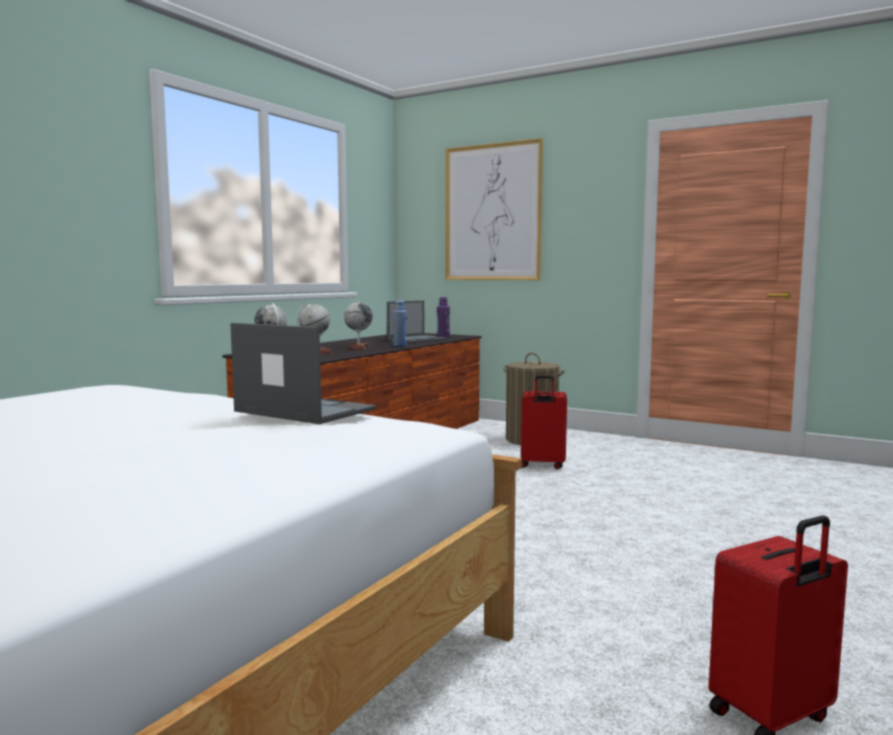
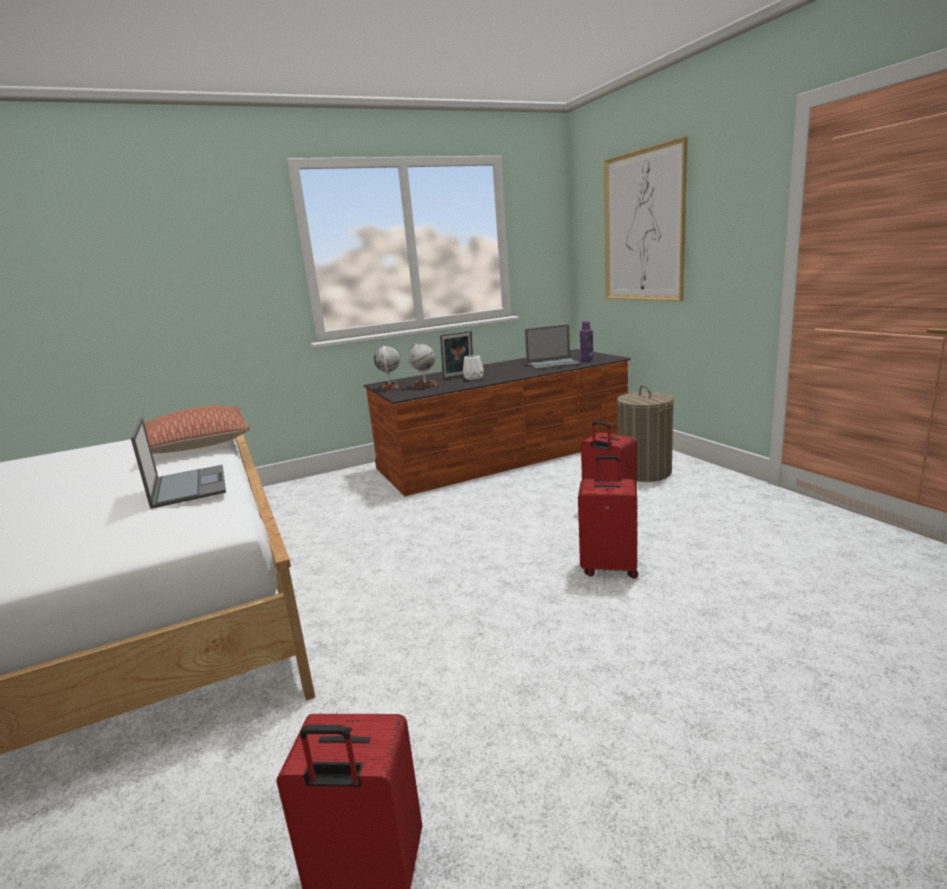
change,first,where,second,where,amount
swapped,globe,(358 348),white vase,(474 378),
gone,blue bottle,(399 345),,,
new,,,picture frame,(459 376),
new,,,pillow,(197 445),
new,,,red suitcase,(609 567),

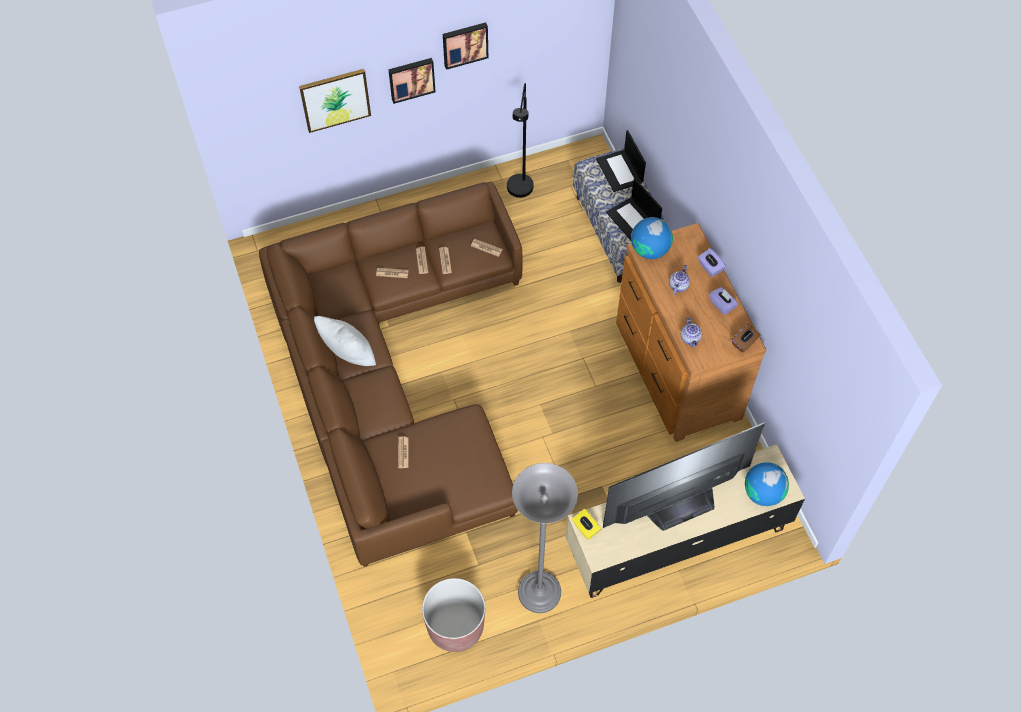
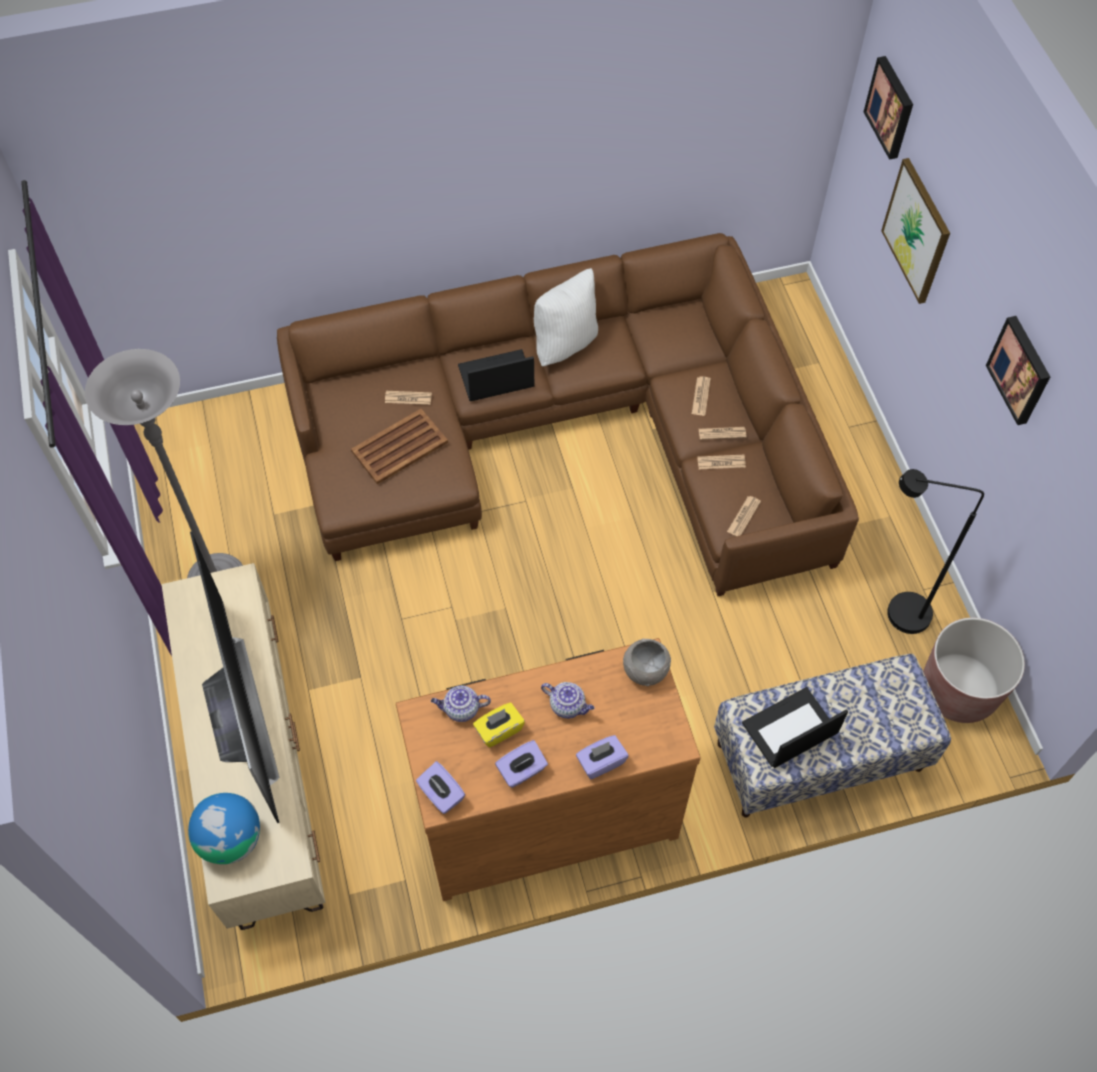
change,first,where,second,where,amount
shifted,picture,(411 79),,(891 107),
shifted,laptop,(620 171),,(495 377),
swapped,globe,(650 249),grey bowl,(645 671),
repainted,brown tissue box,(744 343),purple tissue box,(441 794),
shifted,yellow tissue box,(585 528),,(499 730),
shifted,brown planter,(455 626),,(958 690),
new,,,brown tray,(400 446),

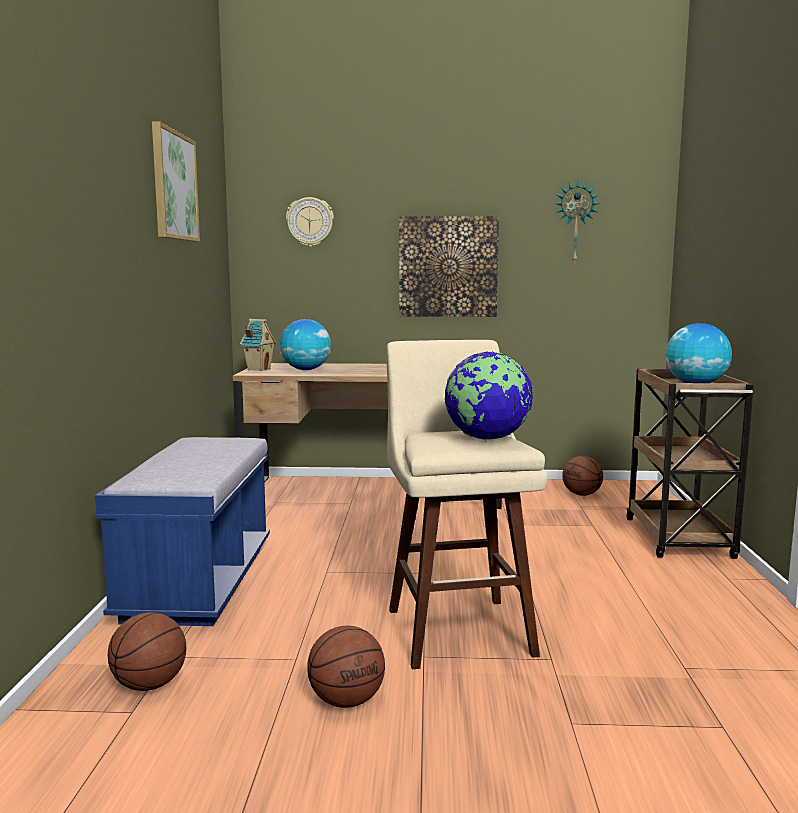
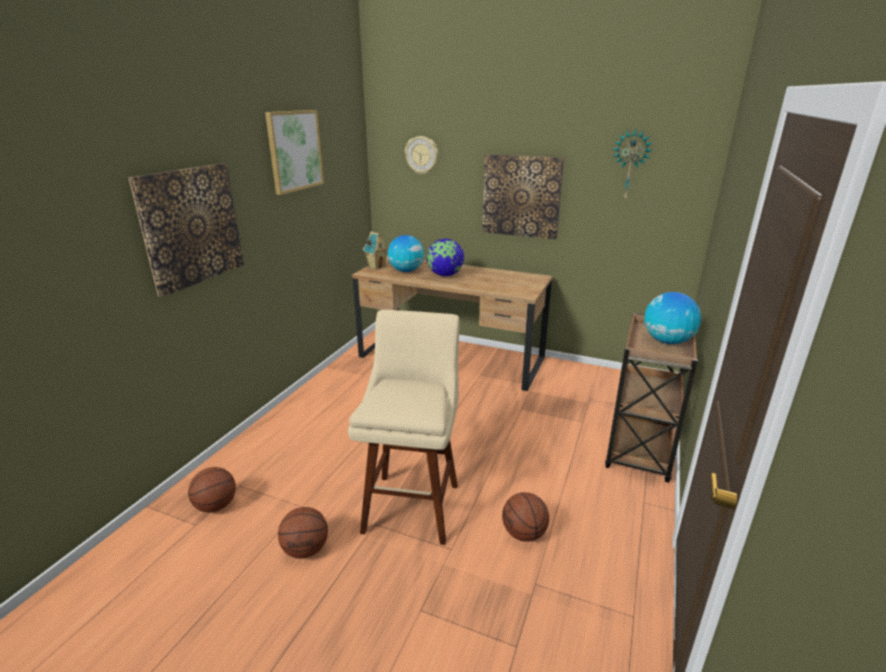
change,first,where,second,where,amount
shifted,globe,(487 438),,(445 275),
gone,blue bench,(198 583),,,
shifted,basketball,(582 494),,(524 534),
new,,,picture,(191 226),

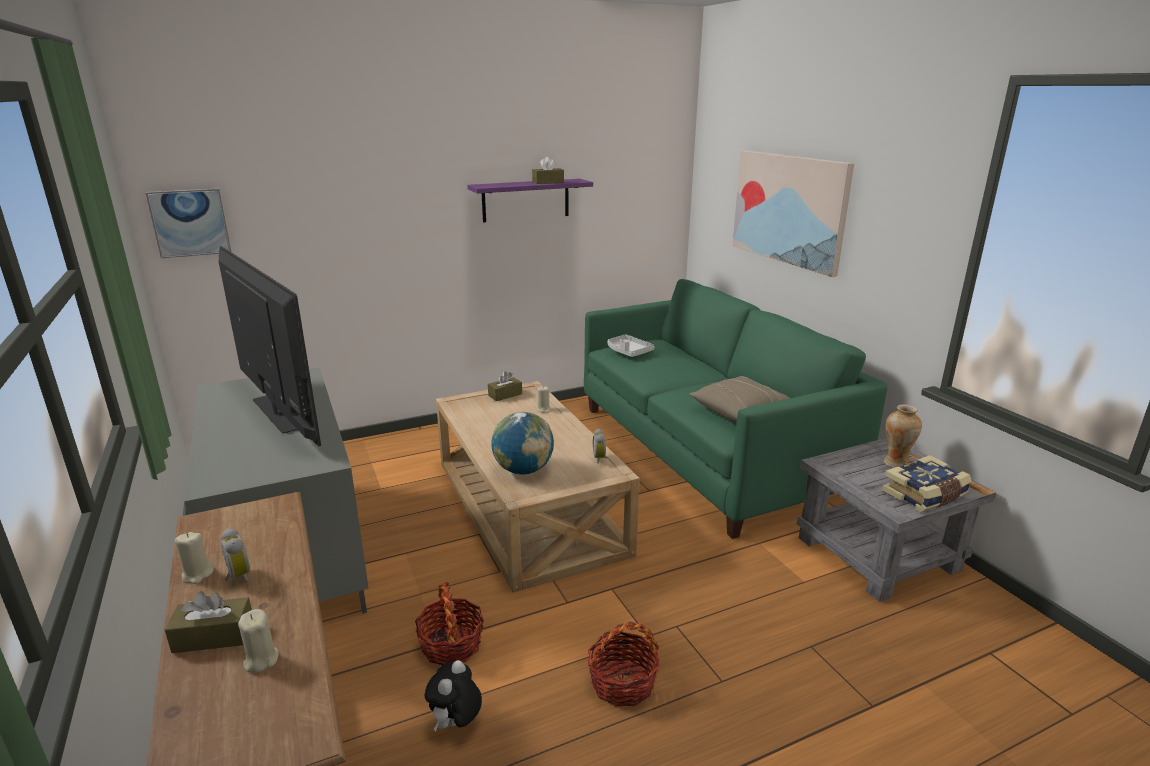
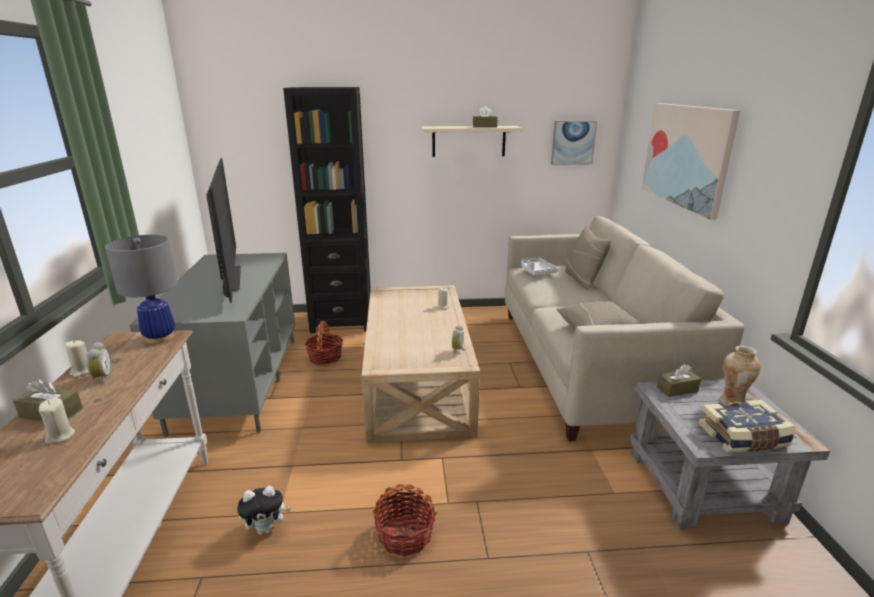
change,first,where,second,where,amount
repainted,purple shelf,(526 200),beige shelf,(468 141),
shifted,picture,(190 223),,(573 142),
repainted,green sofa,(706 450),beige sofa,(588 364),
shifted,brown tissue box,(505 395),,(677 389),
gone,globe,(523 470),,,
shifted,basket,(451 645),,(325 357),
rotated,plush toy,(456 724),,(267 529),150 degrees counterclockwise
new,,,black bookcase,(342 321),
new,,,beige pillow,(583 280),
new,,,grey table lamp,(160 337),

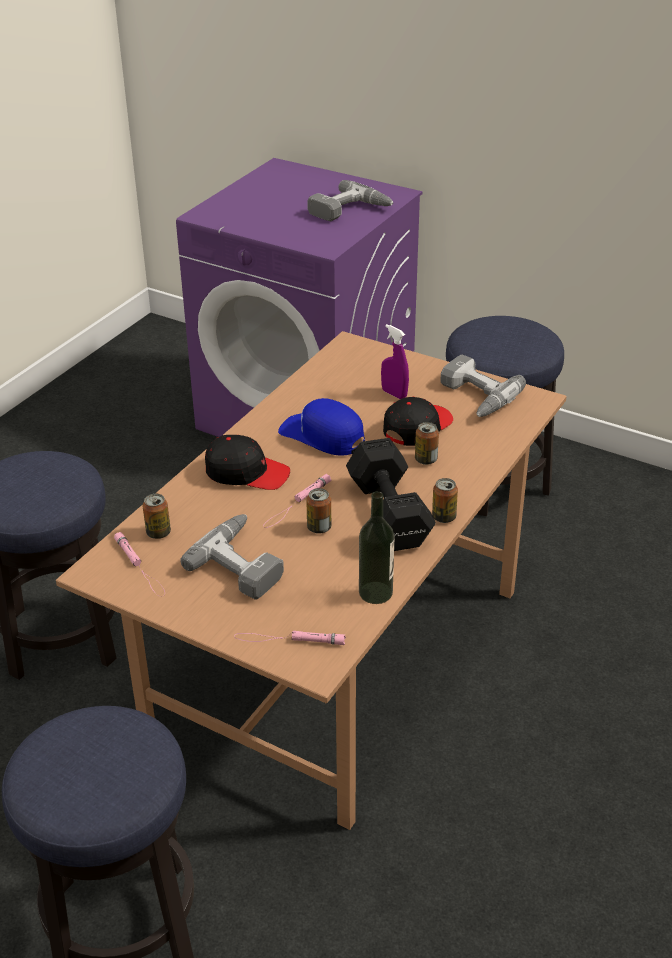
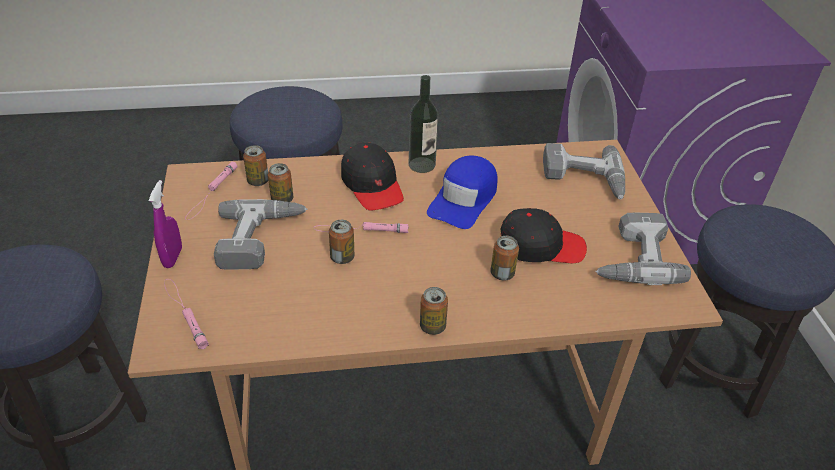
change,first,where,second,where,amount
shifted,power drill,(350 211),,(583 180),
shifted,purple spray bottle,(394 394),,(173 257),
rotated,blue cap,(323 436),,(464 199),150 degrees counterclockwise
gone,black dumbbell,(388 516),,,
shifted,bottle,(375 592),,(422 165),
new,,,can,(282 199),

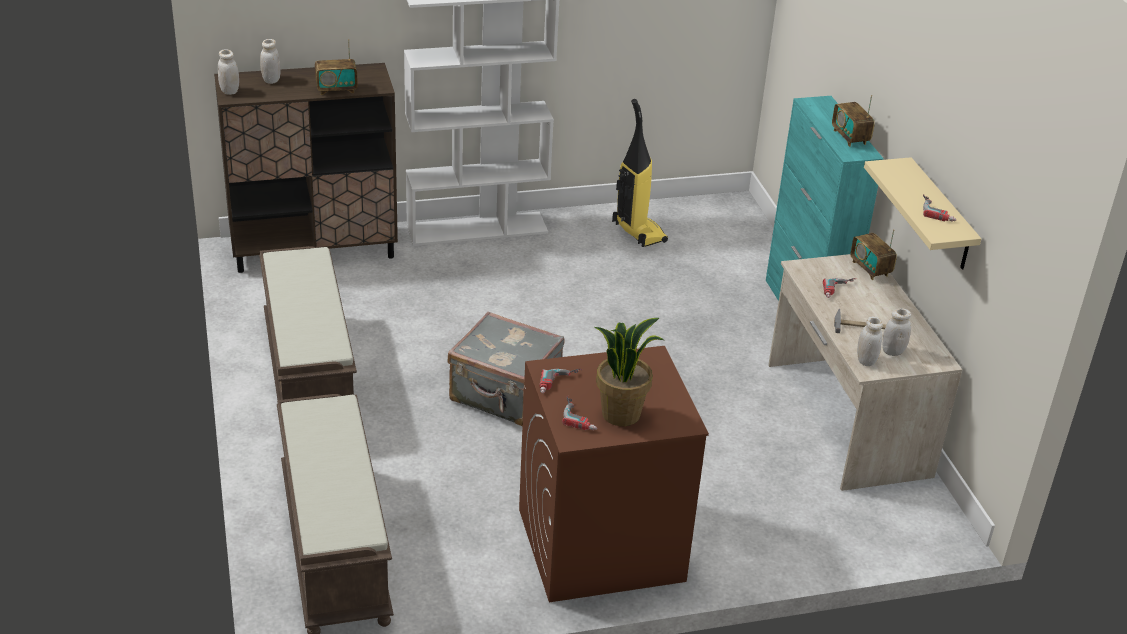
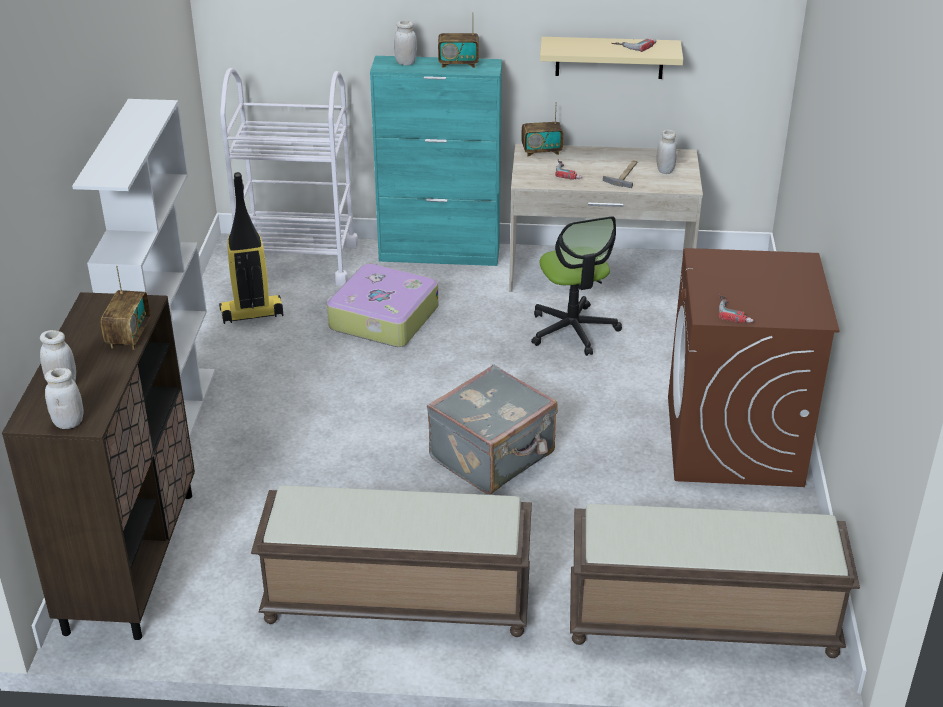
change,first,where,second,where,amount
shifted,white jar,(866 361),,(405 63),
gone,potted plant,(621 413),,,
gone,power drill,(581 416),,,
new,,,white cart,(298 261),
new,,,office chair,(573 330),
new,,,suitcase,(382 318),

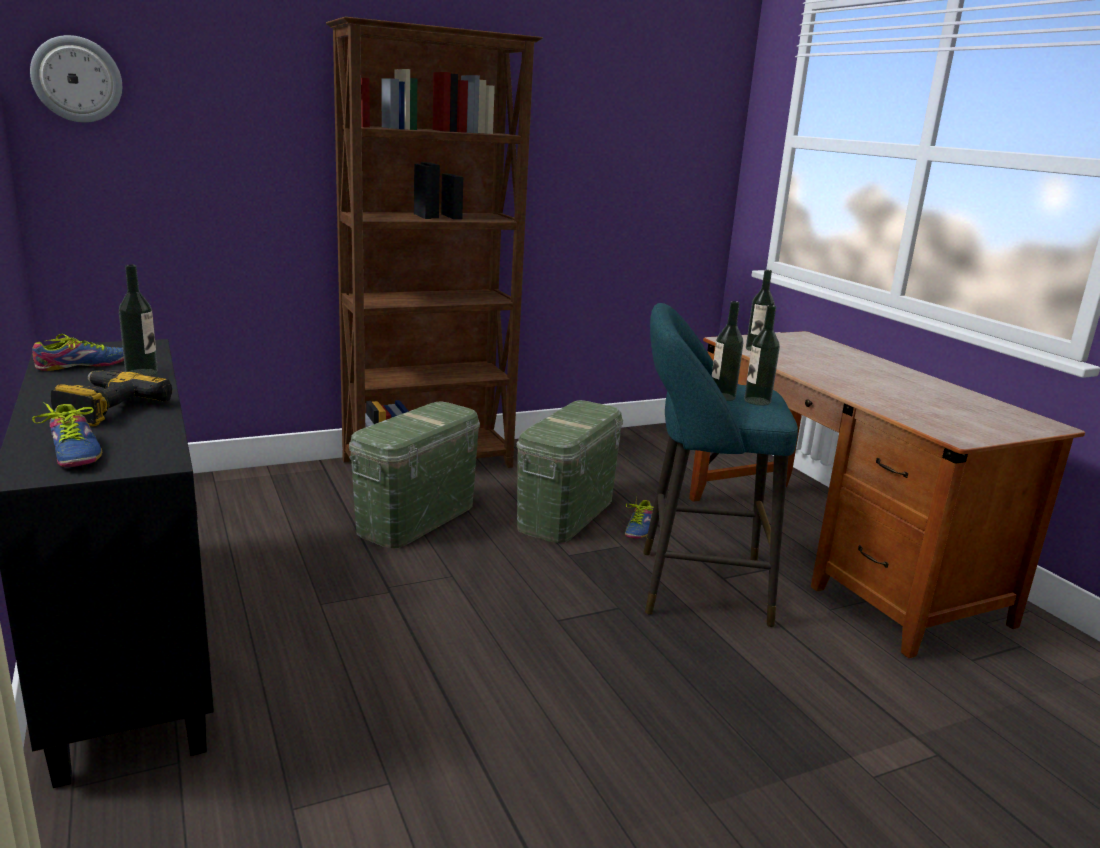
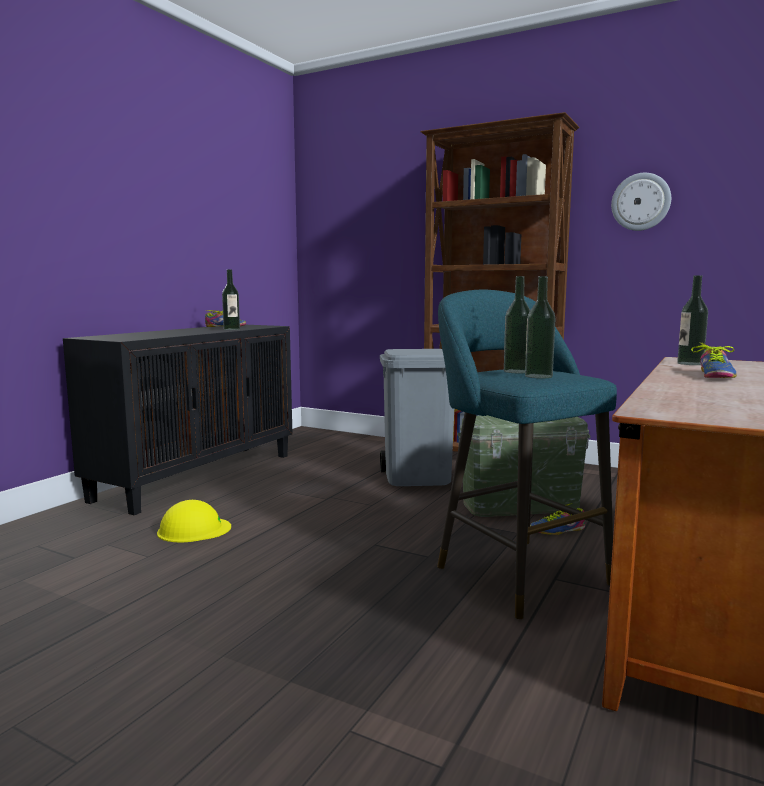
change,first,where,second,where,amount
shifted,wall clock,(77 79),,(641 202),
gone,power drill,(105 408),,,
shifted,shoe,(70 453),,(712 375),
swapped,green storage box,(416 518),grey trash can,(418 478),
new,,,yellow hard hat,(193 530),

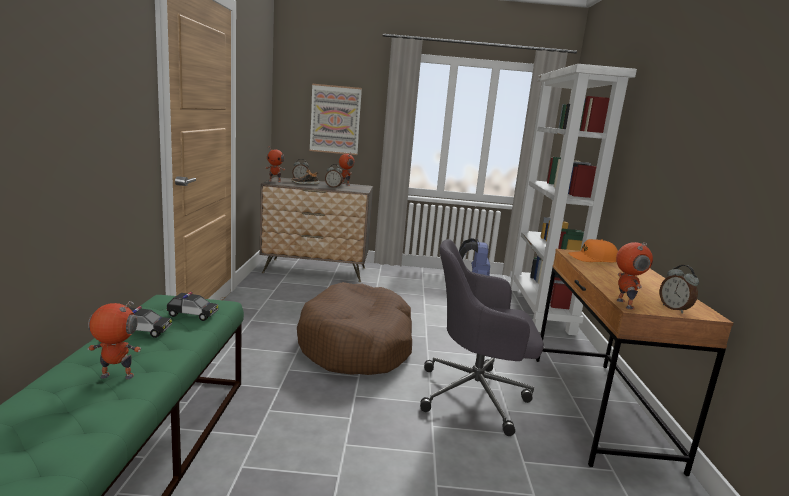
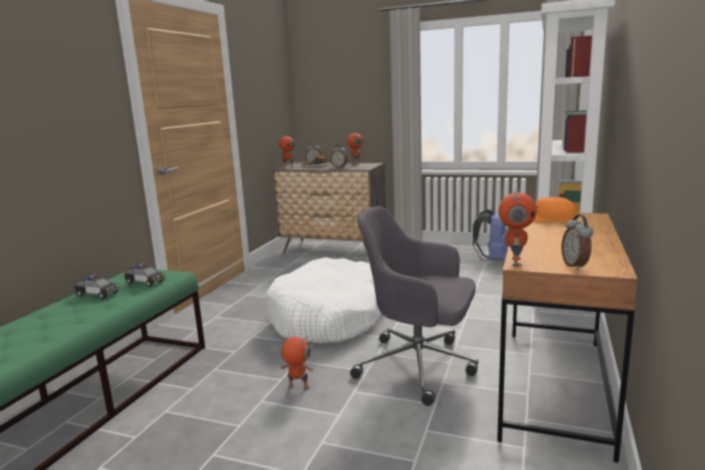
change,first,where,second,where,amount
gone,picture,(335 119),,,
repainted,brown dog bed,(357 345),white dog bed,(329 317),
shifted,toy robot,(116 377),,(298 388),

